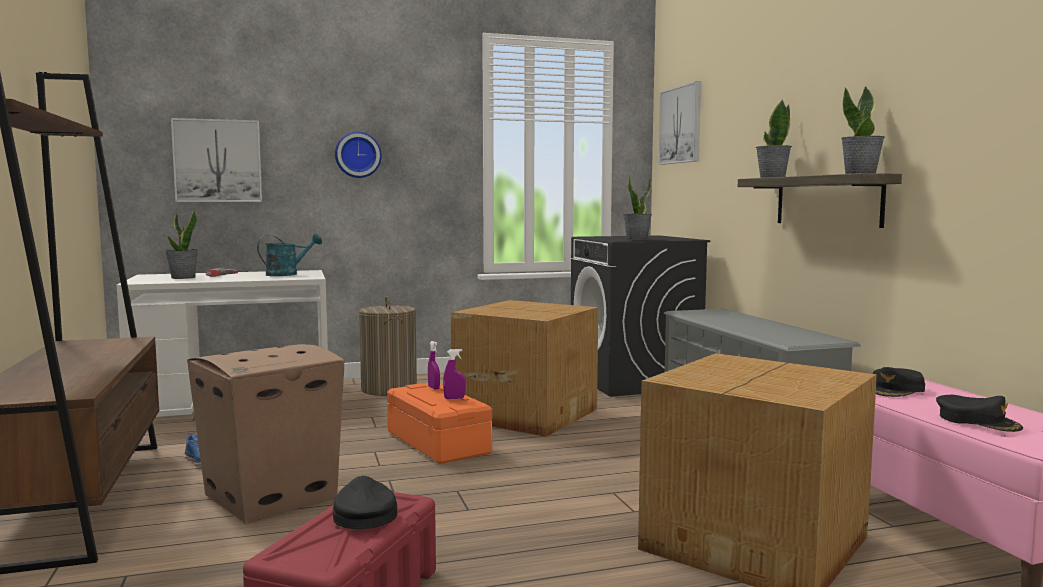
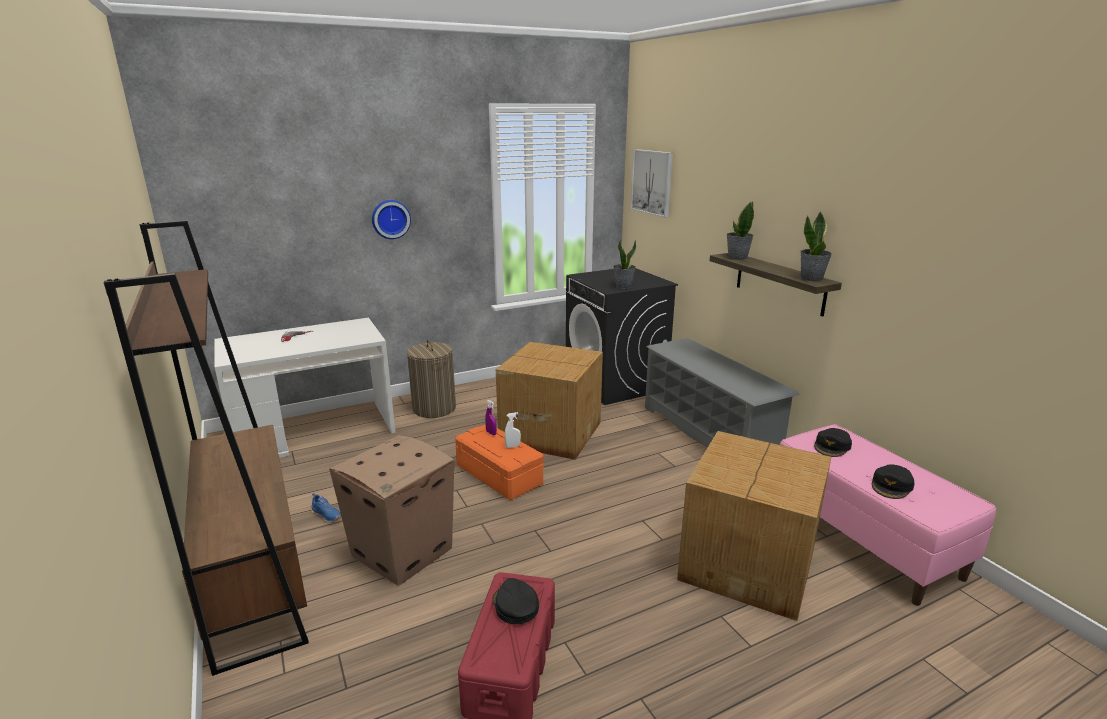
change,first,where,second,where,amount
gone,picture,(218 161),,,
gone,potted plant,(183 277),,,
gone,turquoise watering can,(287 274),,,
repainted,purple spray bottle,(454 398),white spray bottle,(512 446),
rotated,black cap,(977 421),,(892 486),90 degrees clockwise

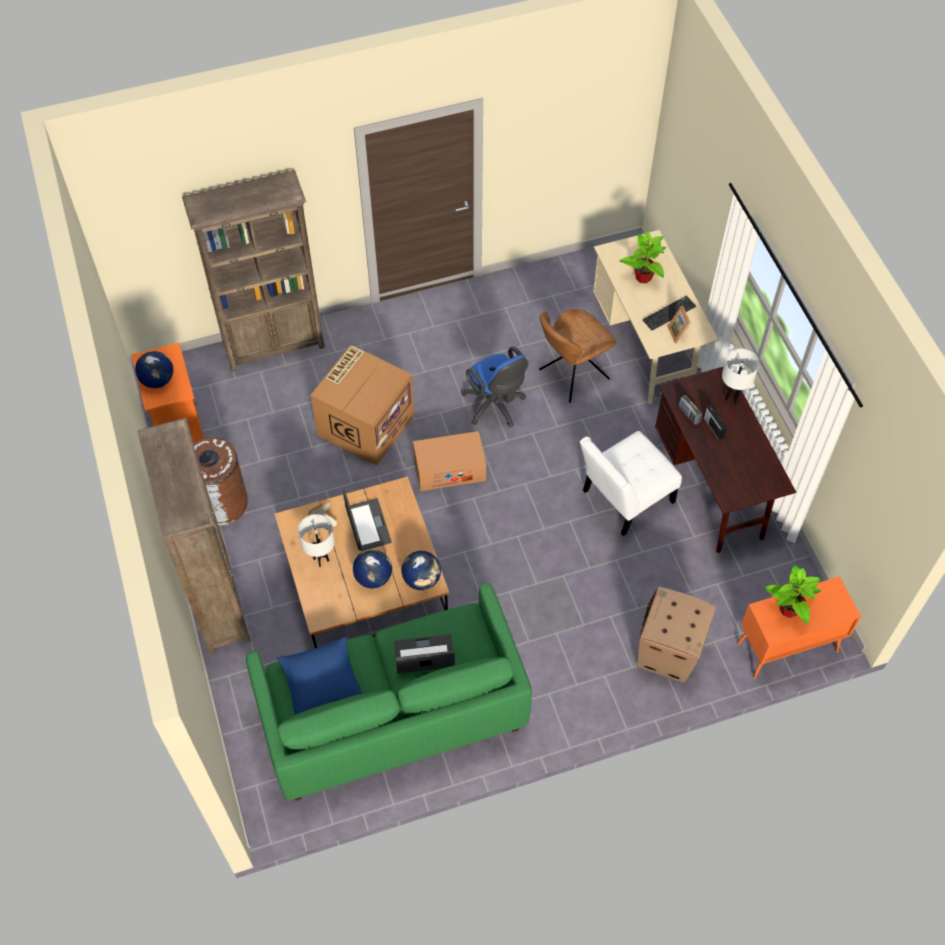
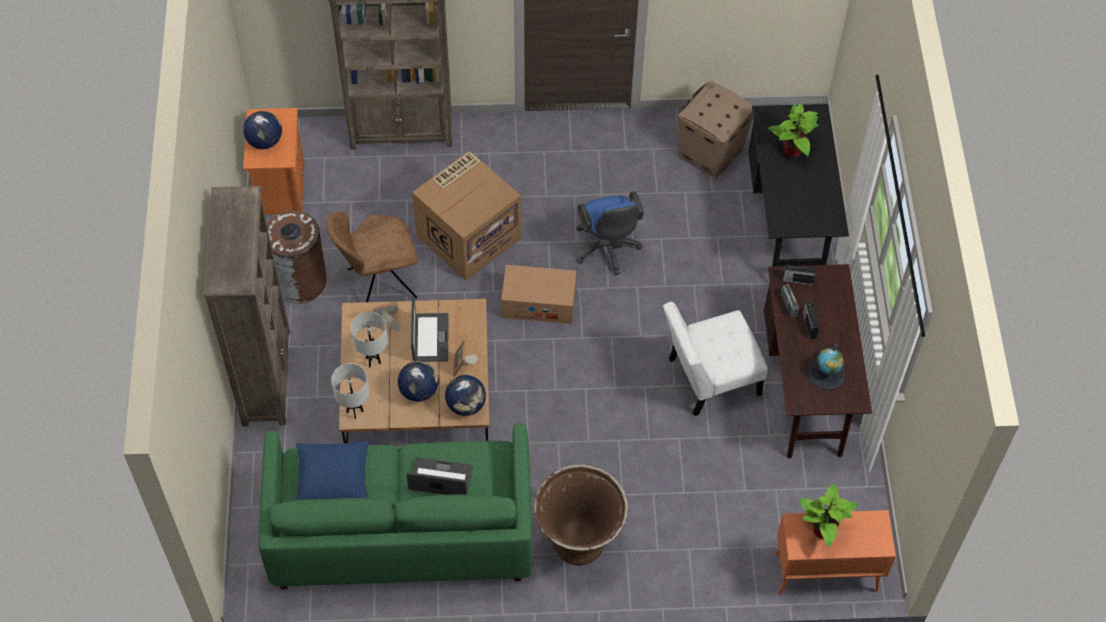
change,first,where,second,where,amount
repainted,beige desk,(645 346),black desk,(788 224),
gone,keyboard,(669 313),,,
shifted,picture frame,(679 333),,(463 366),
shifted,brown chair,(571 375),,(379 284),
shifted,white table lamp,(731 397),,(354 411),
shifted,cardboard box,(668 654),,(709 154),
new,,,radio,(797 280),
new,,,globe,(826 373),
new,,,brown planter,(579 542),

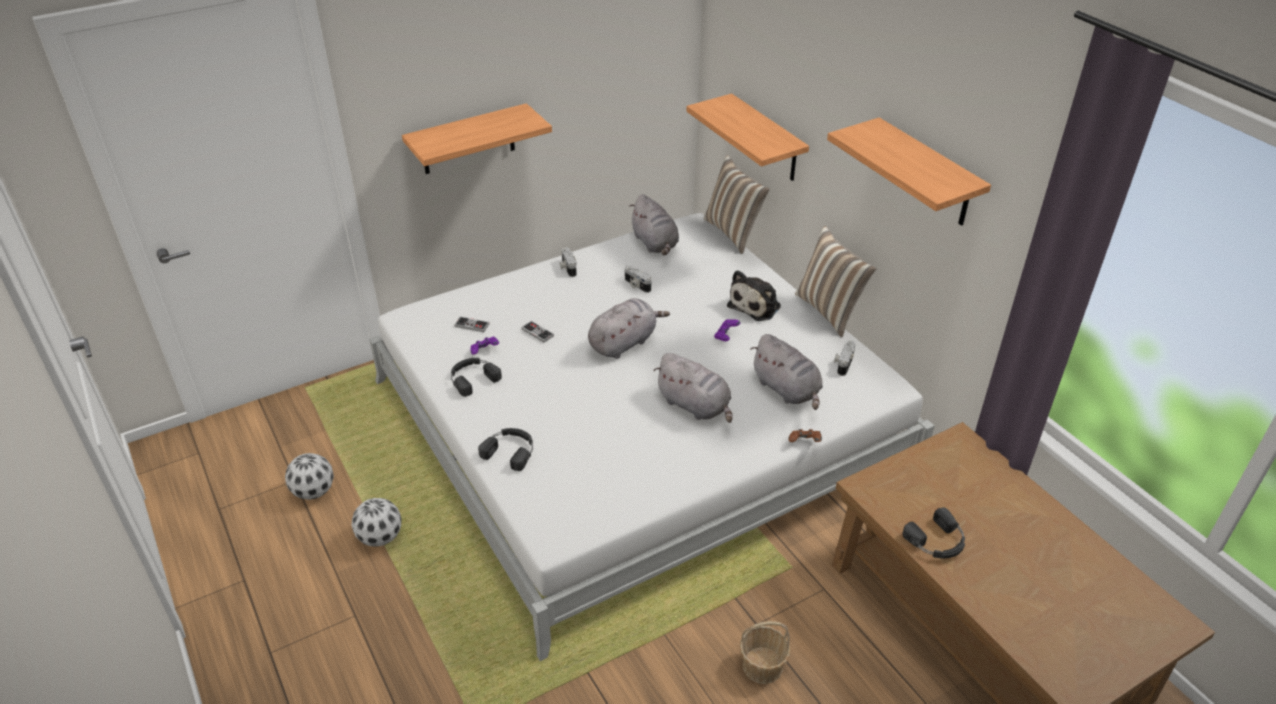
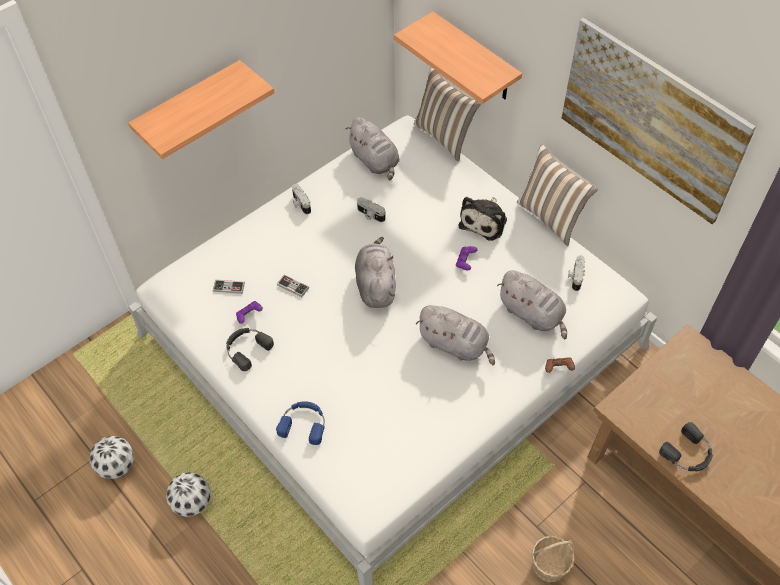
change,first,where,second,where,amount
swapped,shelf,(927 174),picture,(650 120),
rotated,grey plush toy,(624 343),,(375 285),45 degrees counterclockwise
repainted,black headphones,(510 450),blue headphones,(304 423),

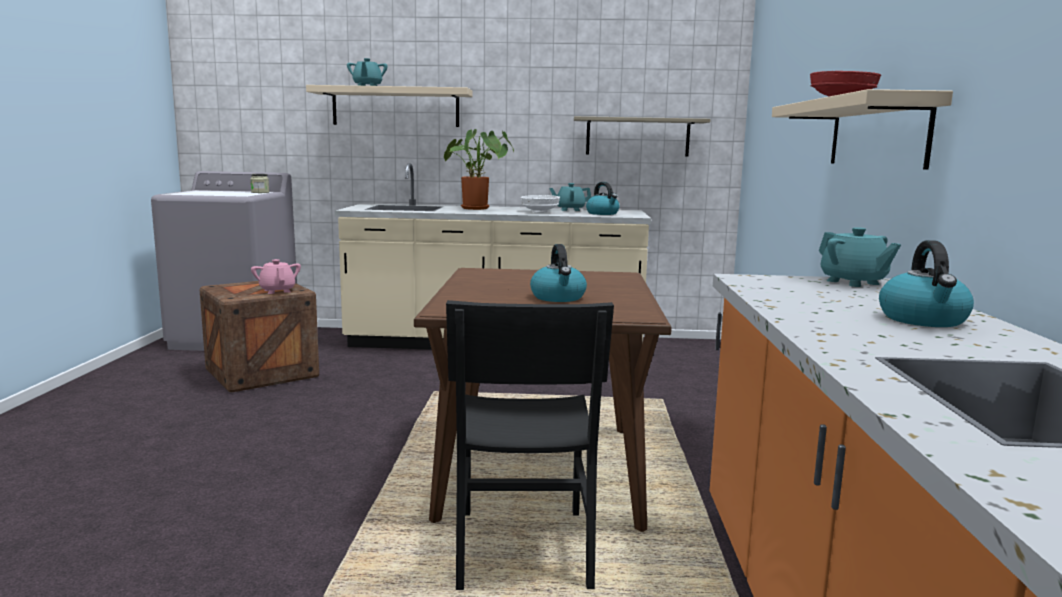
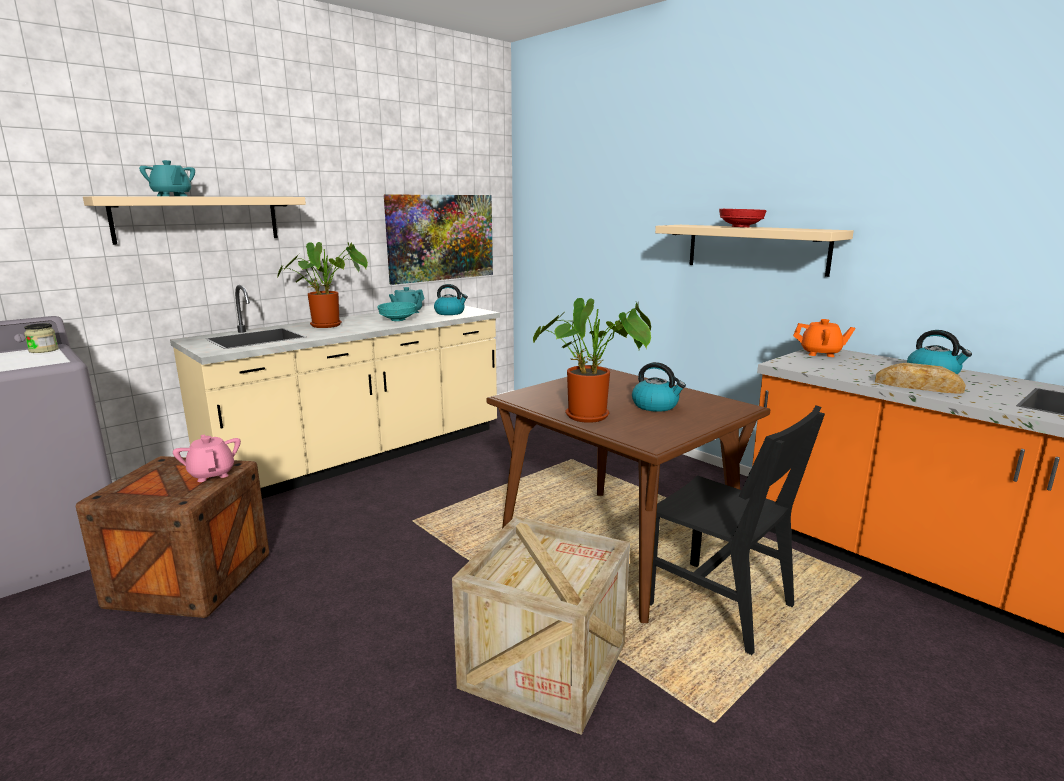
change,first,where,second,where,amount
swapped,shelf,(637 137),picture,(441 237),
repainted,white bowl,(539 211),turquoise bowl,(397 319),
repainted,turquoise teapot,(853 282),orange teapot,(820 353),
rotated,pink teapot,(277 291),,(212 474),45 degrees clockwise
new,,,potted plant,(592 416),
new,,,bread,(918 386),
new,,,crate,(544 665),

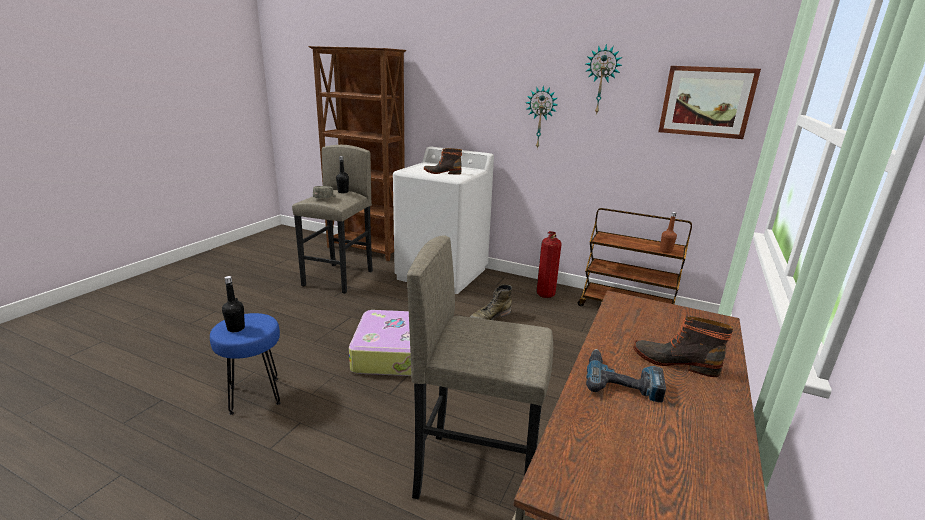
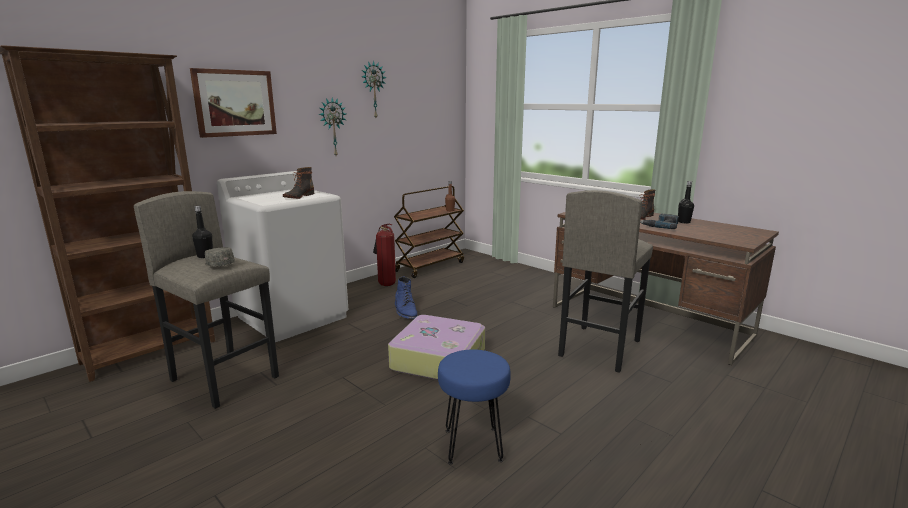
change,first,where,second,where,amount
shifted,picture,(706 102),,(235 103),
shifted,black bottle,(236 328),,(684 222),
repainted,green boot,(489 318),blue boot,(405 311),

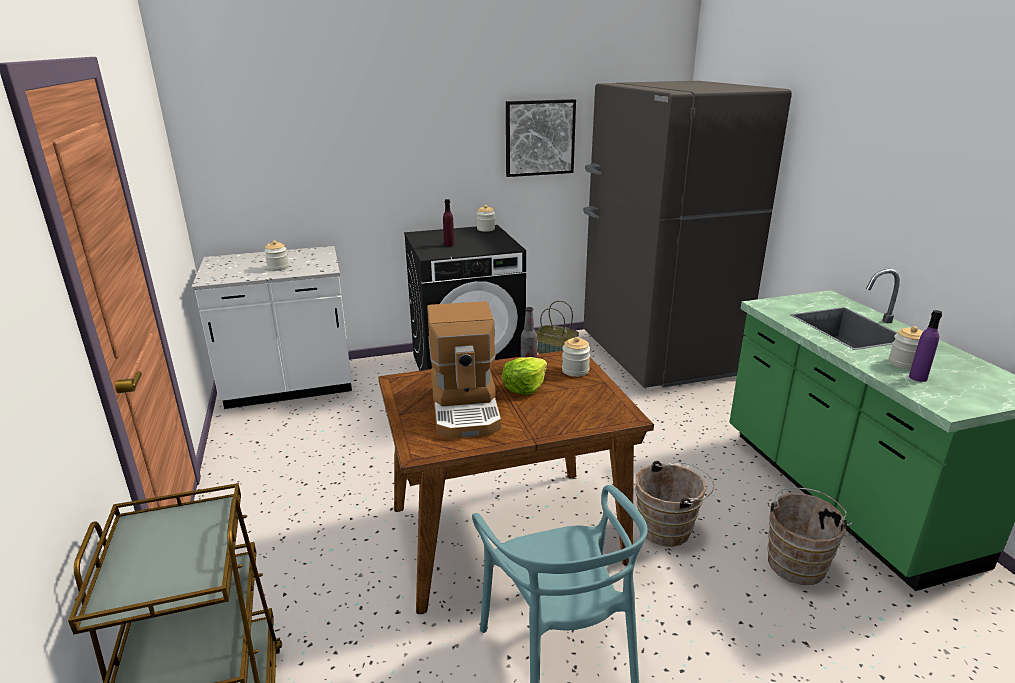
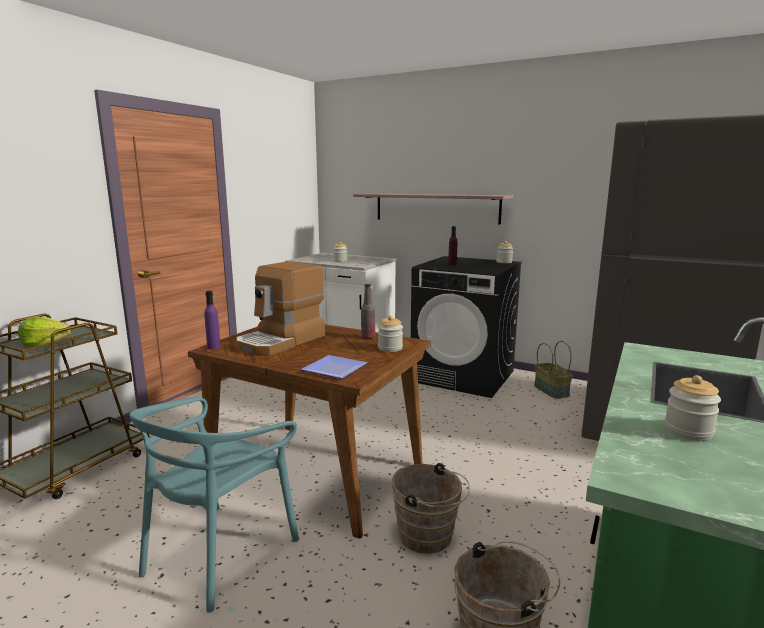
change,first,where,second,where,amount
gone,picture,(539 138),,,
shifted,purple bottle,(918 378),,(213 347),
shifted,lettuce,(524 387),,(45 344),
new,,,shelf,(436 208),
new,,,plate,(335 370),

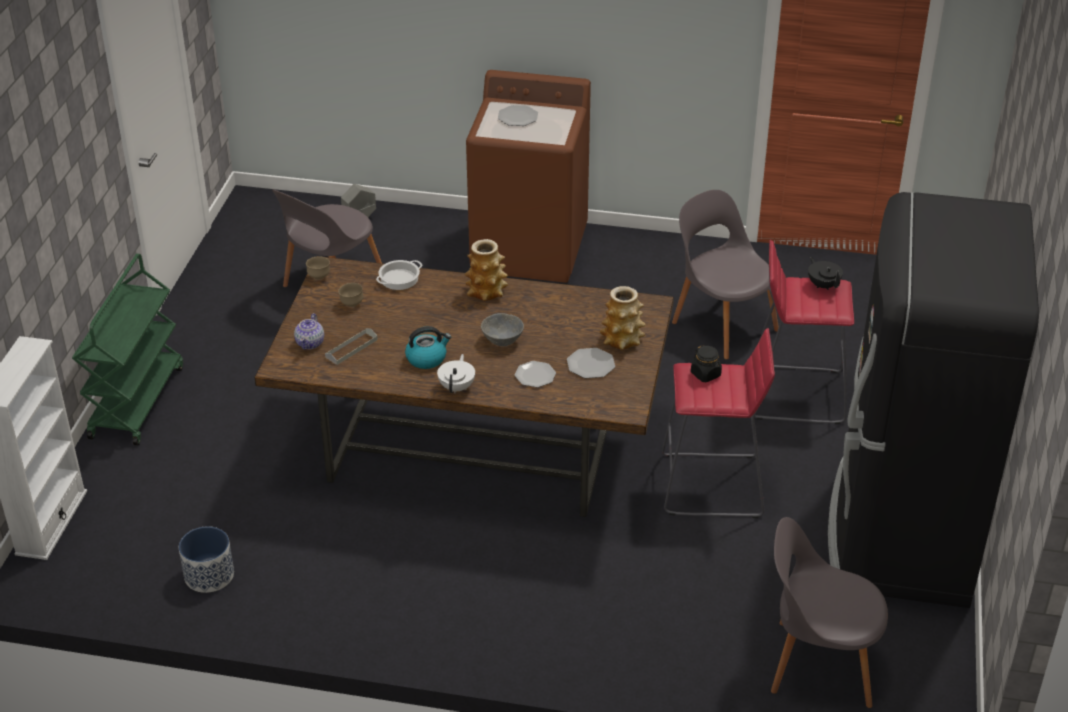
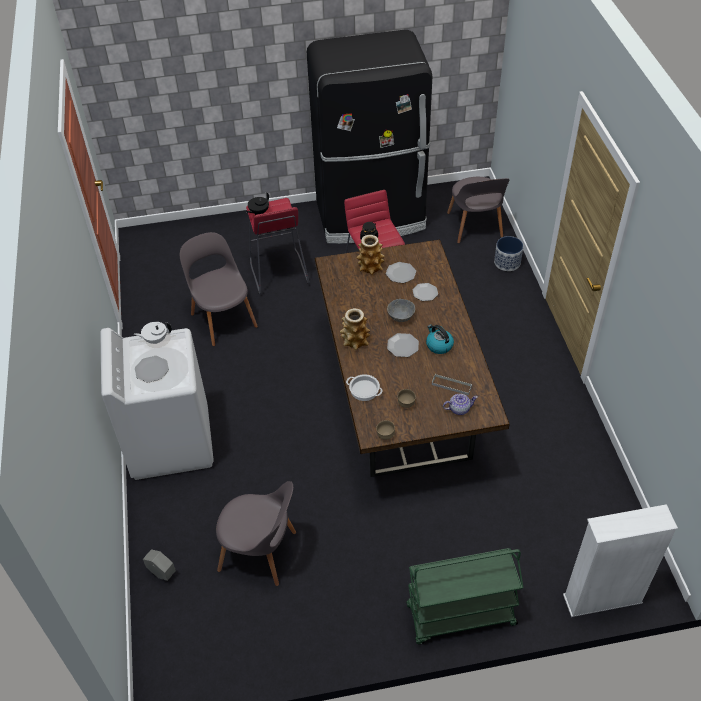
change,first,where,second,where,amount
repainted,brown washing machine,(530 249),white washing machine,(170 442),
rotated,grey chair,(722 324),,(223 318),120 degrees clockwise
shifted,white teapot,(457 387),,(155 339),
shifted,planter,(209 575),,(507 263),
new,,,plate,(403 346),

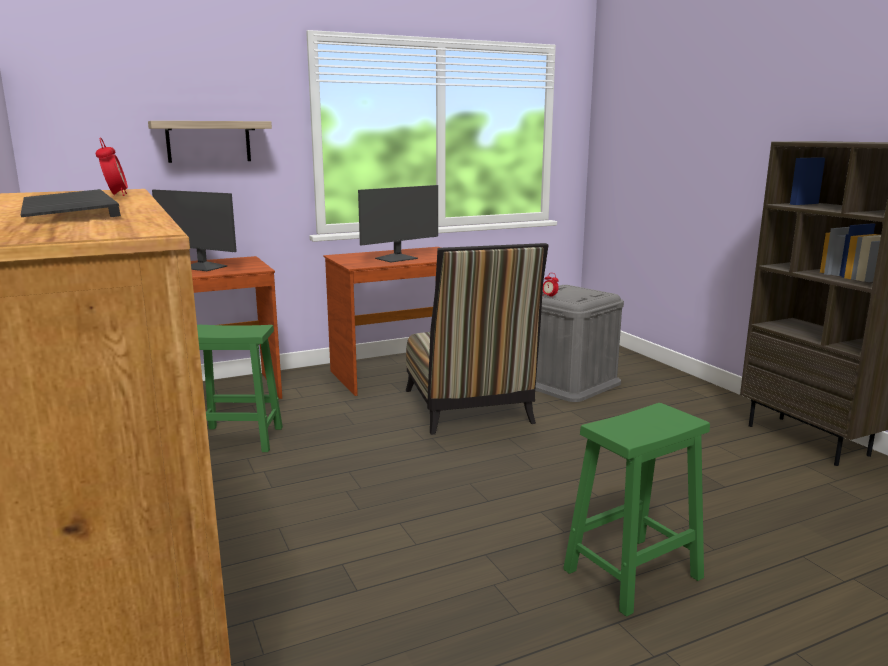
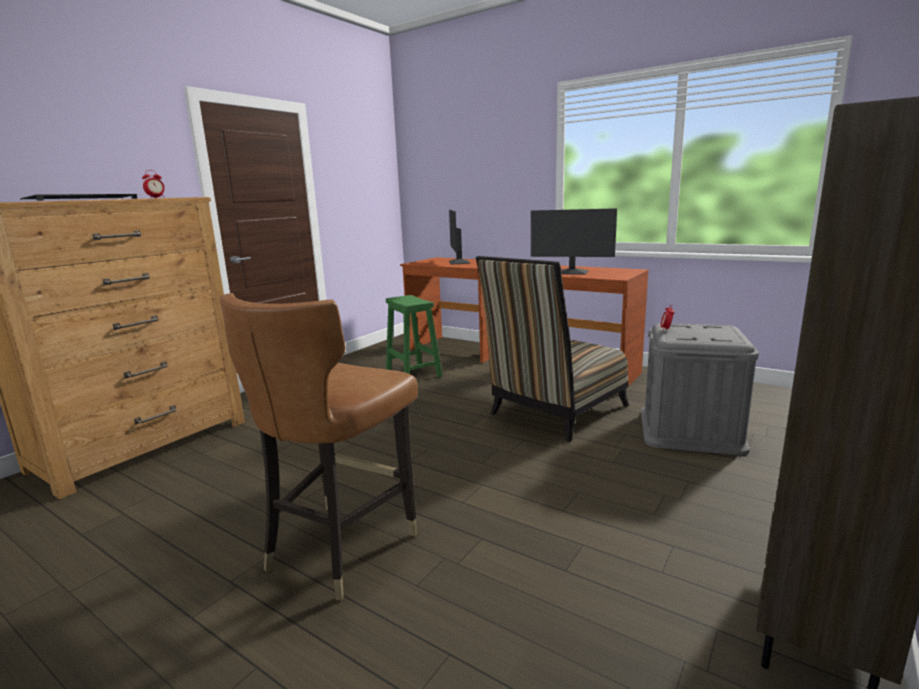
change,first,where,second,where,amount
gone,shelf,(208 141),,,
swapped,green stool,(631 575),brown chair,(341 547),

